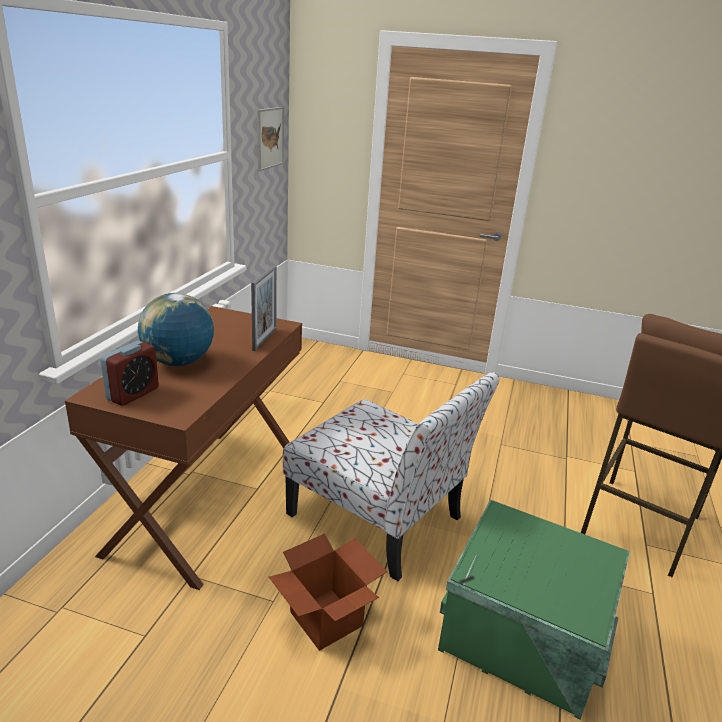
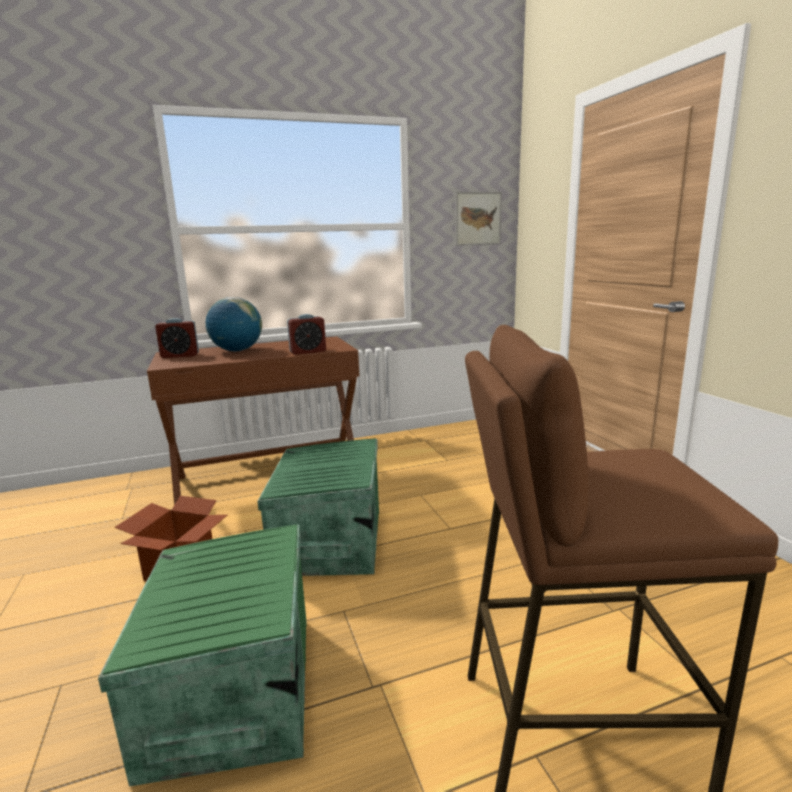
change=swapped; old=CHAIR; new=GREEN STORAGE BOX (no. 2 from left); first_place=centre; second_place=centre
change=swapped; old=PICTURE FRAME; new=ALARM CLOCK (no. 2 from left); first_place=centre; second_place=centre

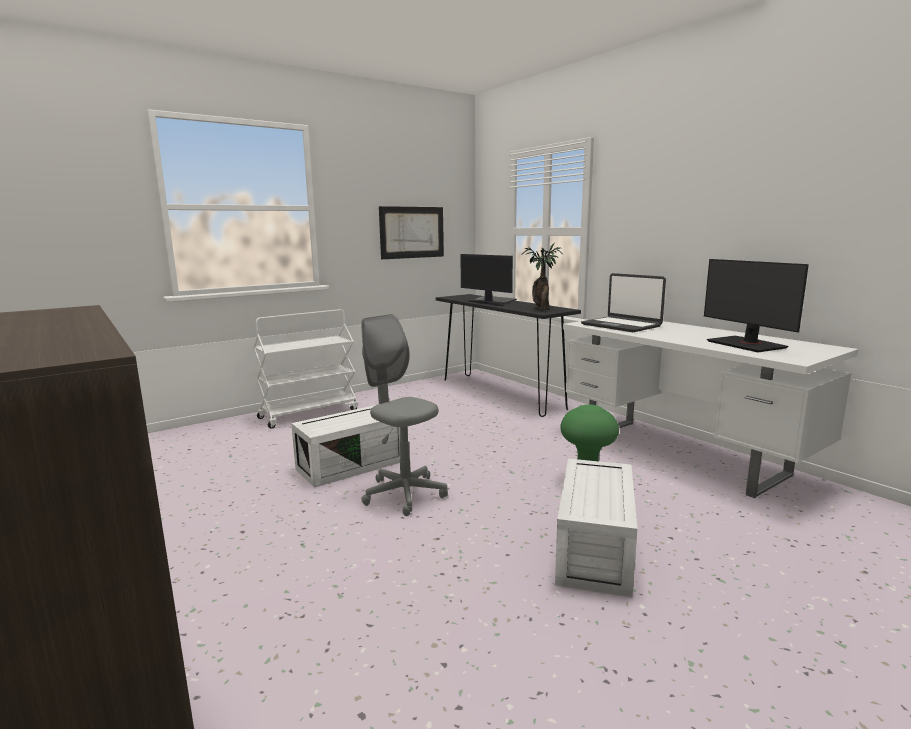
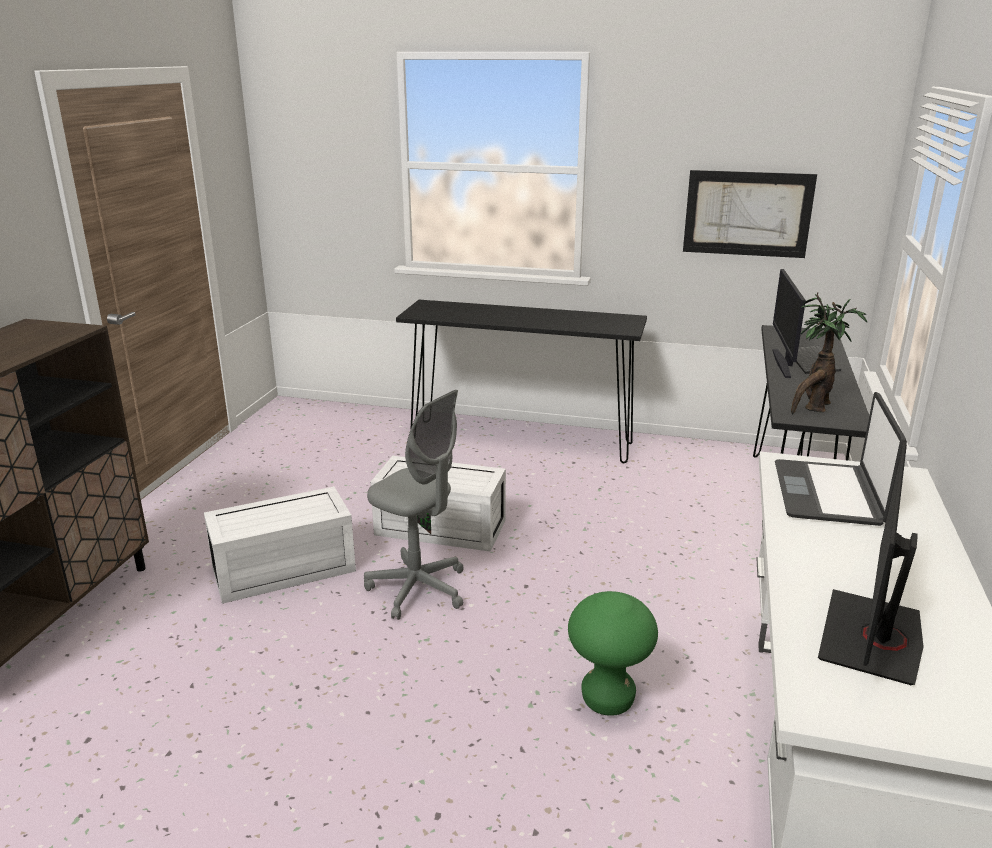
change=shifted; old=WHITE STORAGE BOX (no. 2 from left in the first image); new=WHITE STORAGE BOX (no. 1 from left); first_place=bottom centre; second_place=middle left
change=rotated; old=GREY OFFICE CHAIR; first_place=centre; second_place=centre; degrees=120
change=swapped; old=WHITE CART; new=BLACK CONSOLE TABLE (no. 1 from left); first_place=centre; second_place=centre

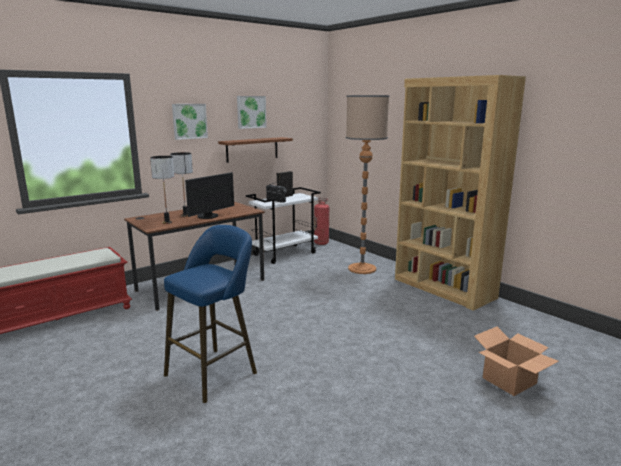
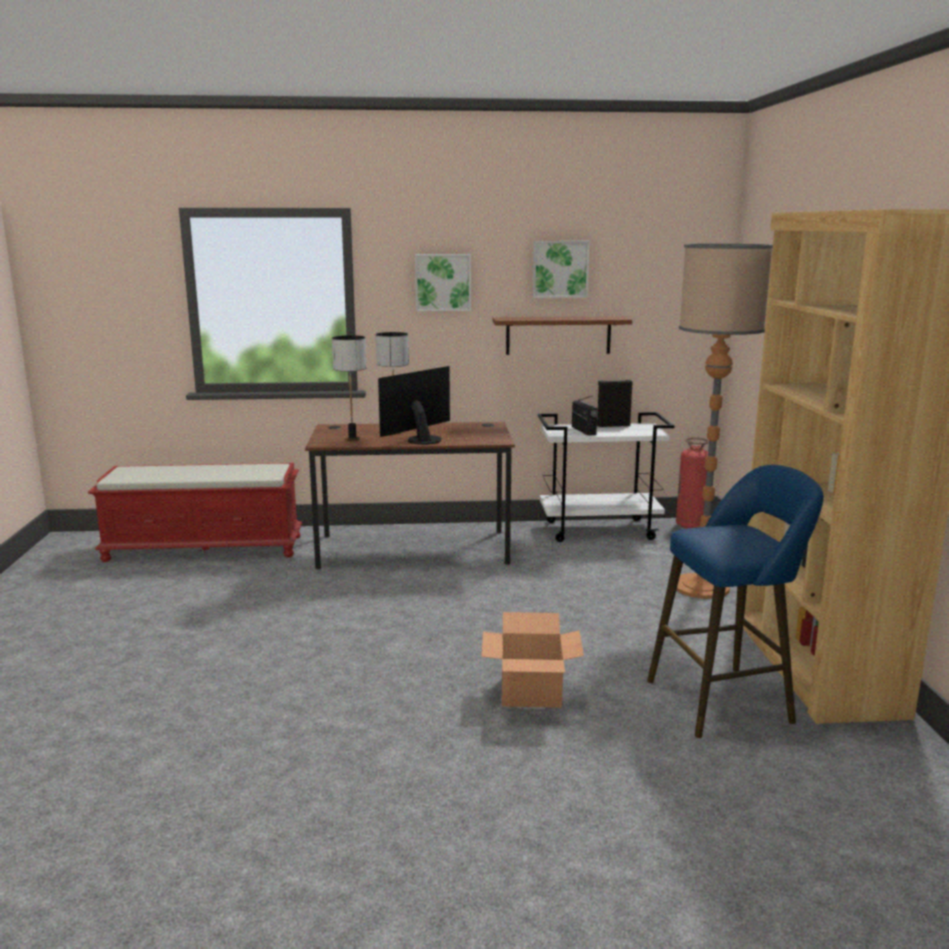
change=rotated; old=MONITOR; first_place=centre; second_place=centre; degrees=150
change=shifted; old=CARDBOARD BOX; first_place=bottom right; second_place=bottom centre
change=shifted; old=BLUE STOOL; first_place=bottom centre; second_place=middle right

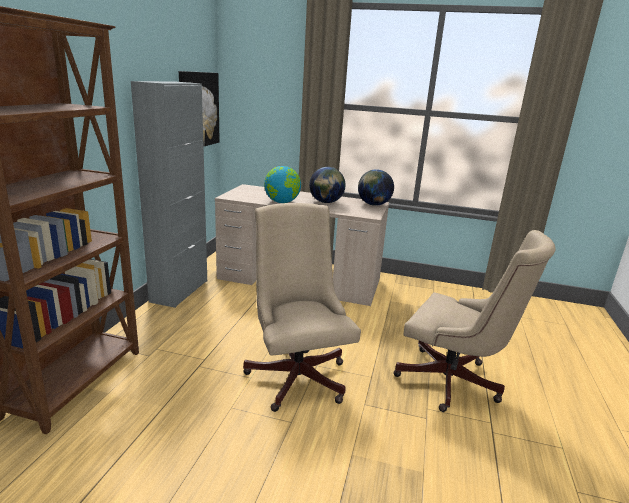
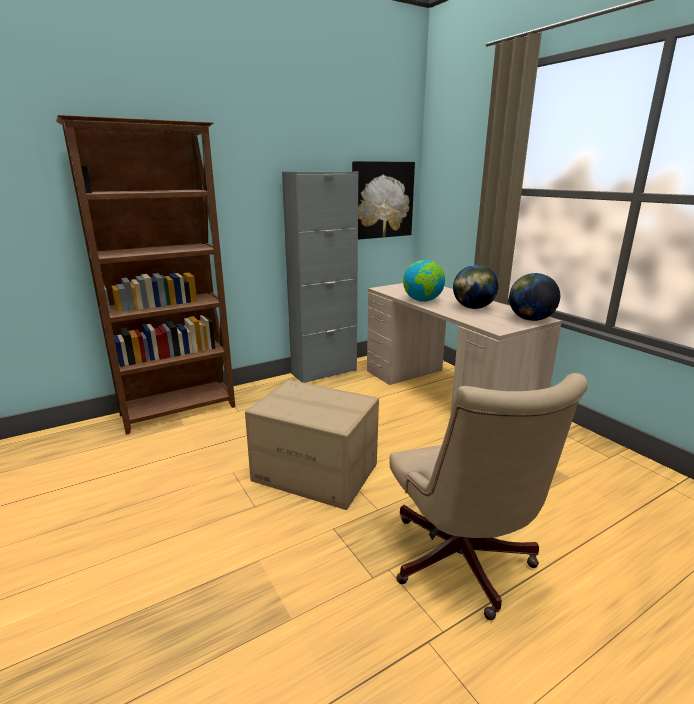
change=swapped; old=BEIGE OFFICE CHAIR (no. 1 from left); new=CARDBOARD BOX; first_place=centre; second_place=centre

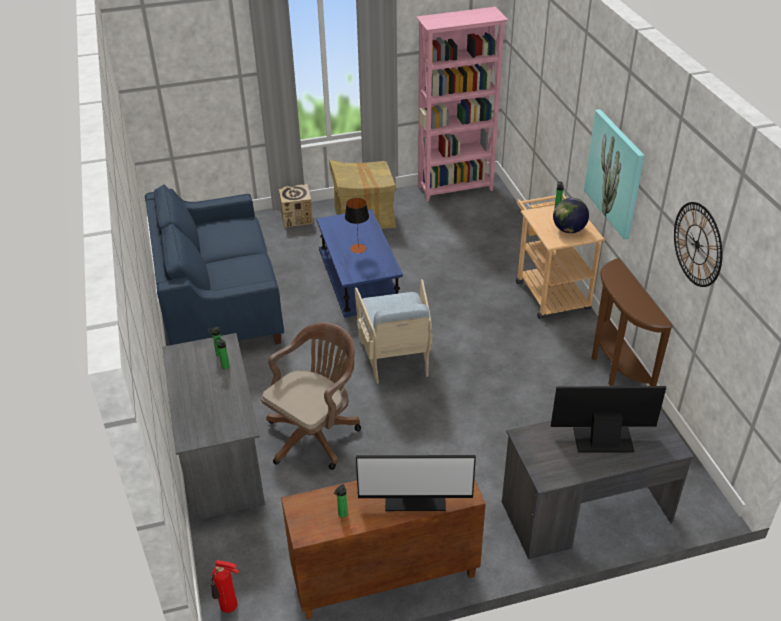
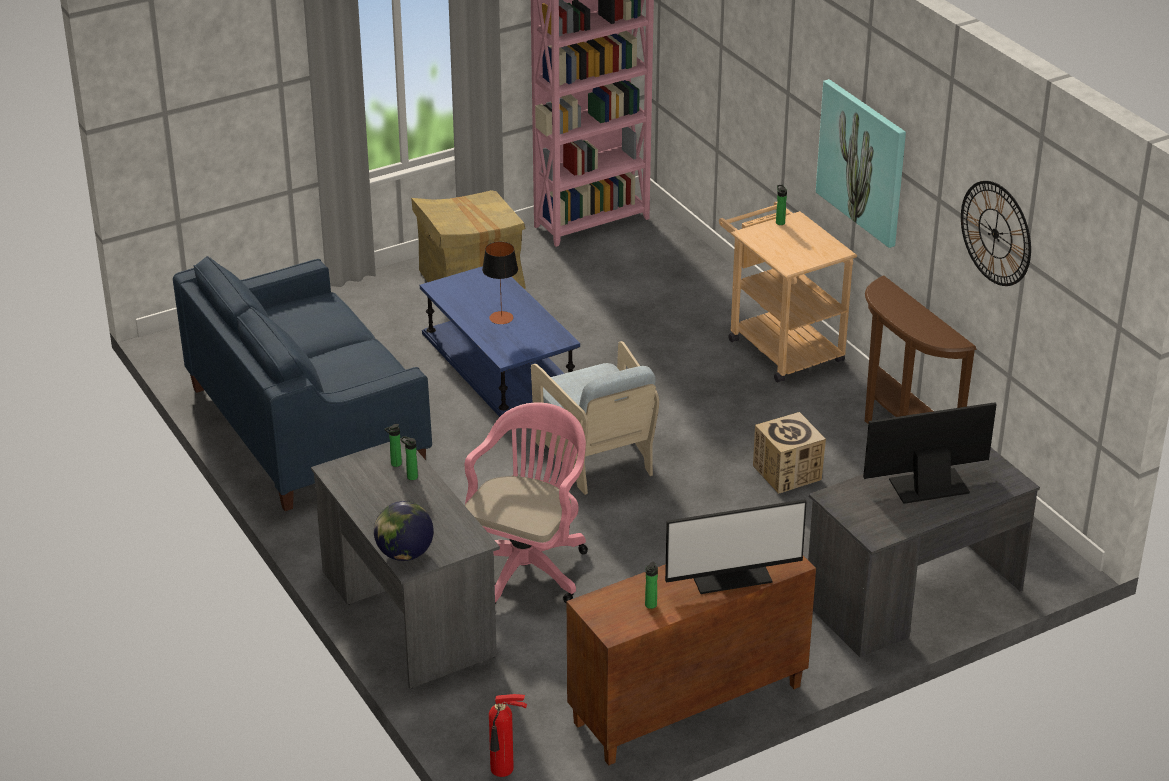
change=shifted; old=GLOBE; first_place=middle right; second_place=bottom centre
change=repainted; old=BROWN OFFICE CHAIR; new=PINK OFFICE CHAIR; first_place=centre; second_place=centre
change=shifted; old=CARDBOARD BOX (no. 1 from left in the first image); new=CARDBOARD BOX (no. 2 from left); first_place=top centre; second_place=middle right

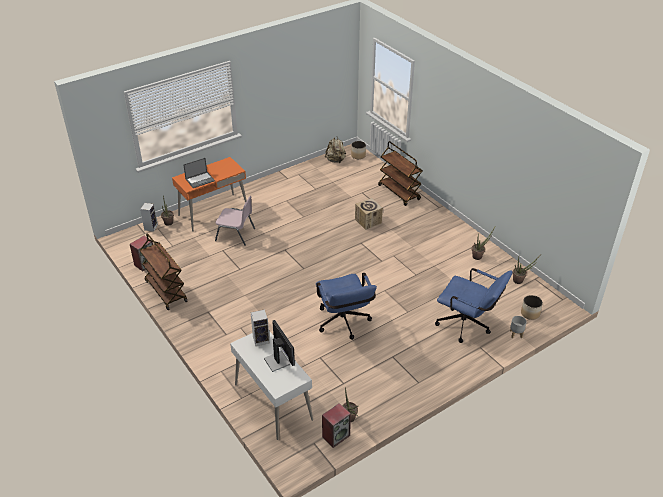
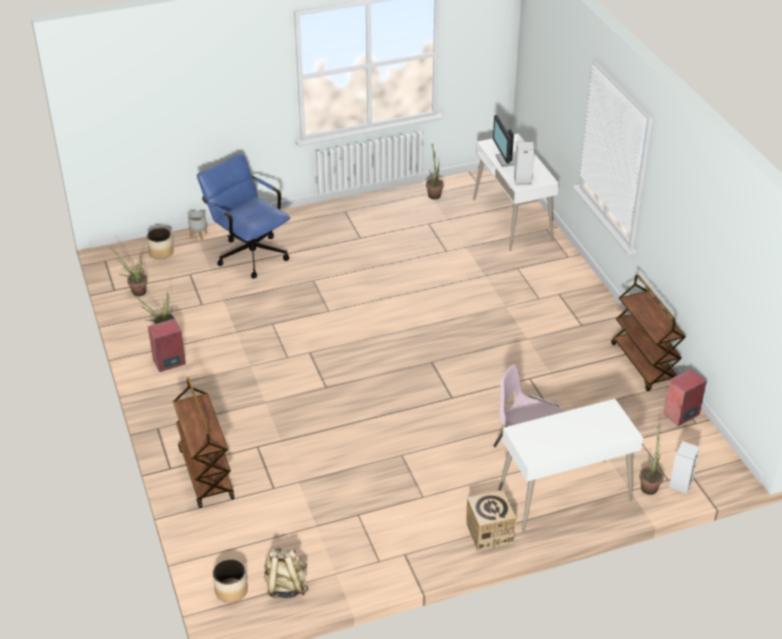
change=shifted; old=SPEAKER (no. 4 from left in the first image); new=SPEAKER (no. 1 from left); first_place=bottom centre; second_place=middle left
change=shifted; old=CARDBOARD BOX; first_place=centre; second_place=bottom centre
change=repainted; old=ORANGE DESK; new=WHITE DESK (no. 2 from left); first_place=middle left; second_place=bottom right
change=gone; old=LAPTOP; first_place=middle left
change=gone; old=BLUE OFFICE CHAIR (no. 1 from left); first_place=centre

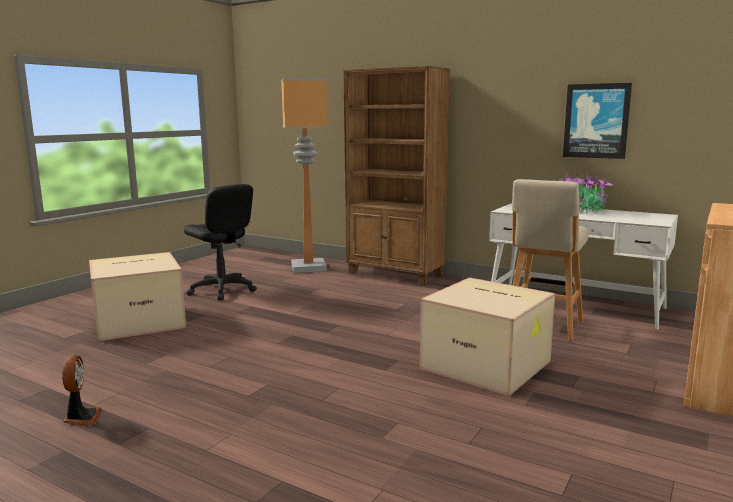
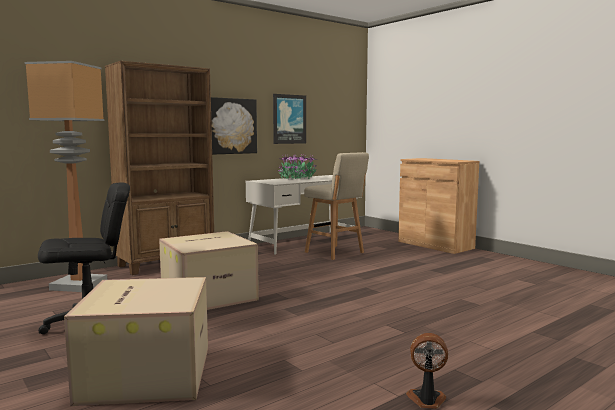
change=shifted; old=CARDBOARD BOX (no. 2 from left); first_place=bottom centre; second_place=centre
change=new; new=PICTURE (no. 1 from left); second_place=top centre

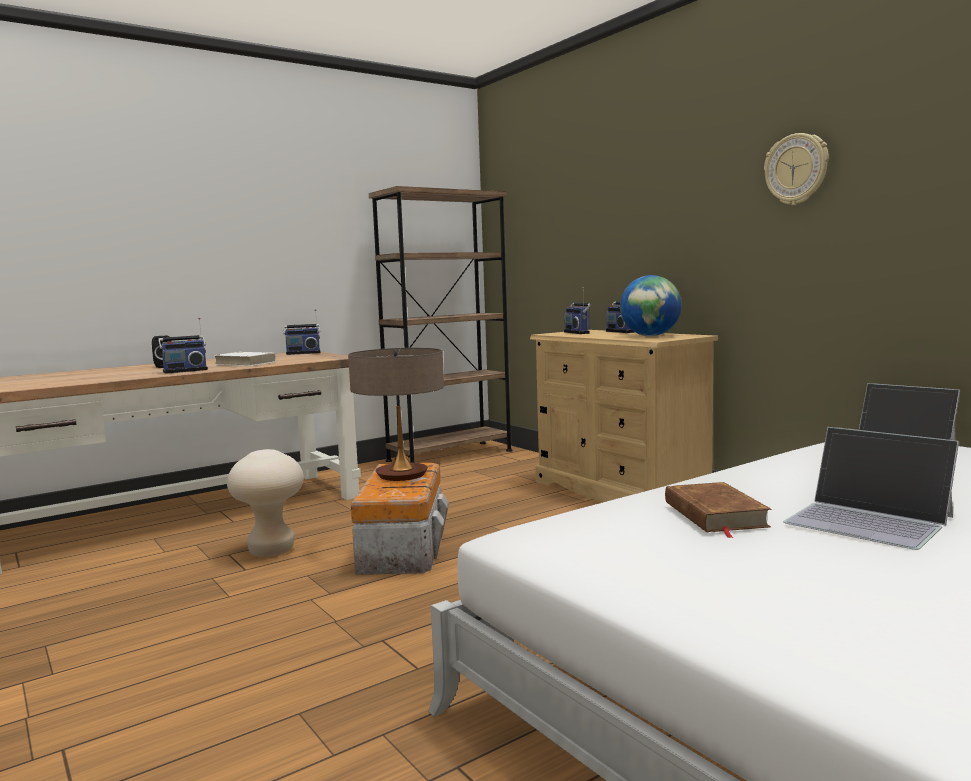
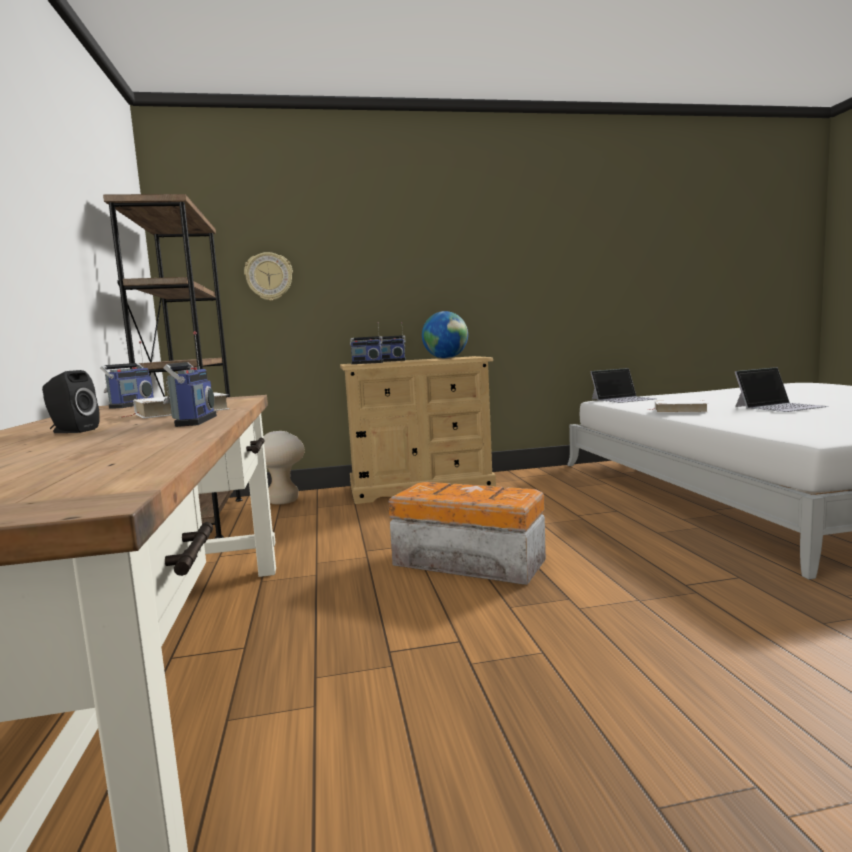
change=shifted; old=WALL CLOCK; first_place=top right; second_place=top left
change=shifted; old=BEIGE STOOL; first_place=middle left; second_place=centre
change=new; new=WHITE BOOK (no. 2 from left); second_place=middle right
change=gone; old=TABLE LAMP; first_place=centre
change=gone; old=BROWN BOOK; first_place=middle right

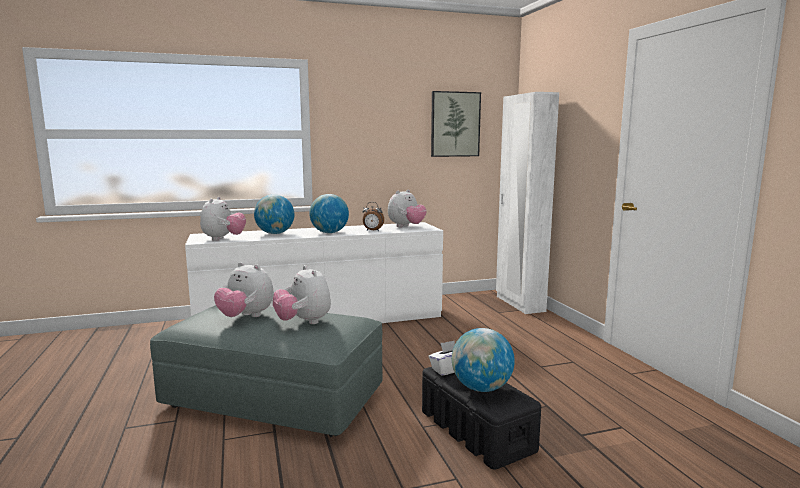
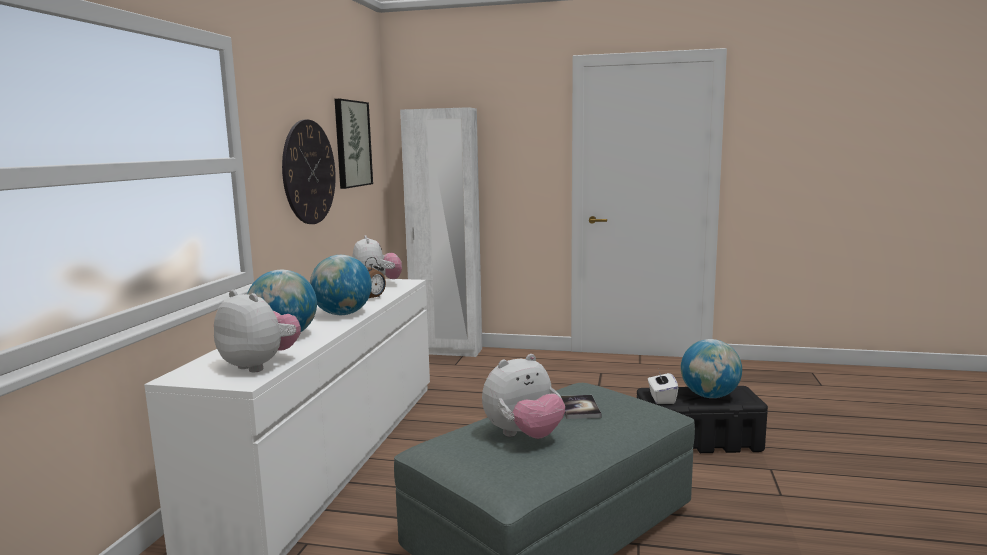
change=new; new=WALL CLOCK; second_place=top left
change=swapped; old=PLUSH TOY (no. 3 from left); new=BOOK; first_place=centre; second_place=bottom centre

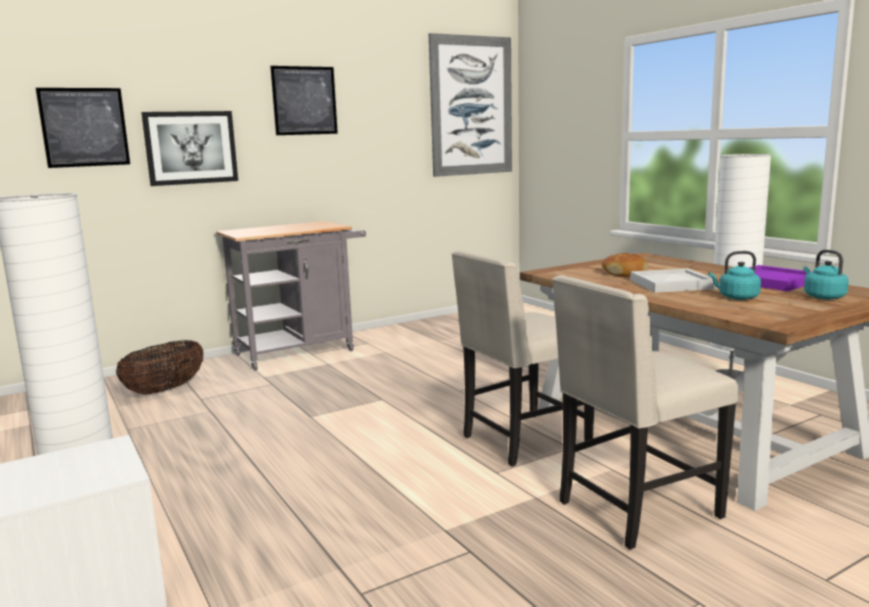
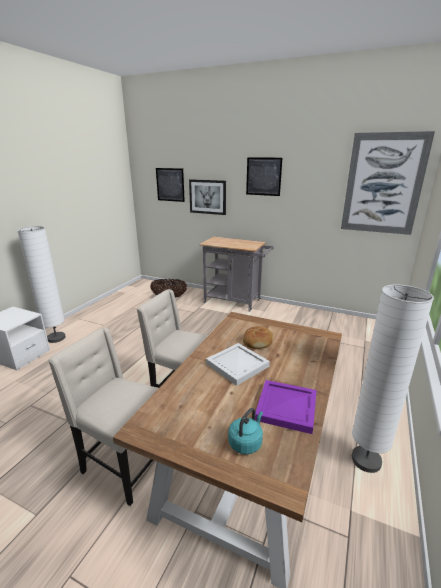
change=gone; old=TURQUOISE KETTLE (no. 1 from left); first_place=middle right

